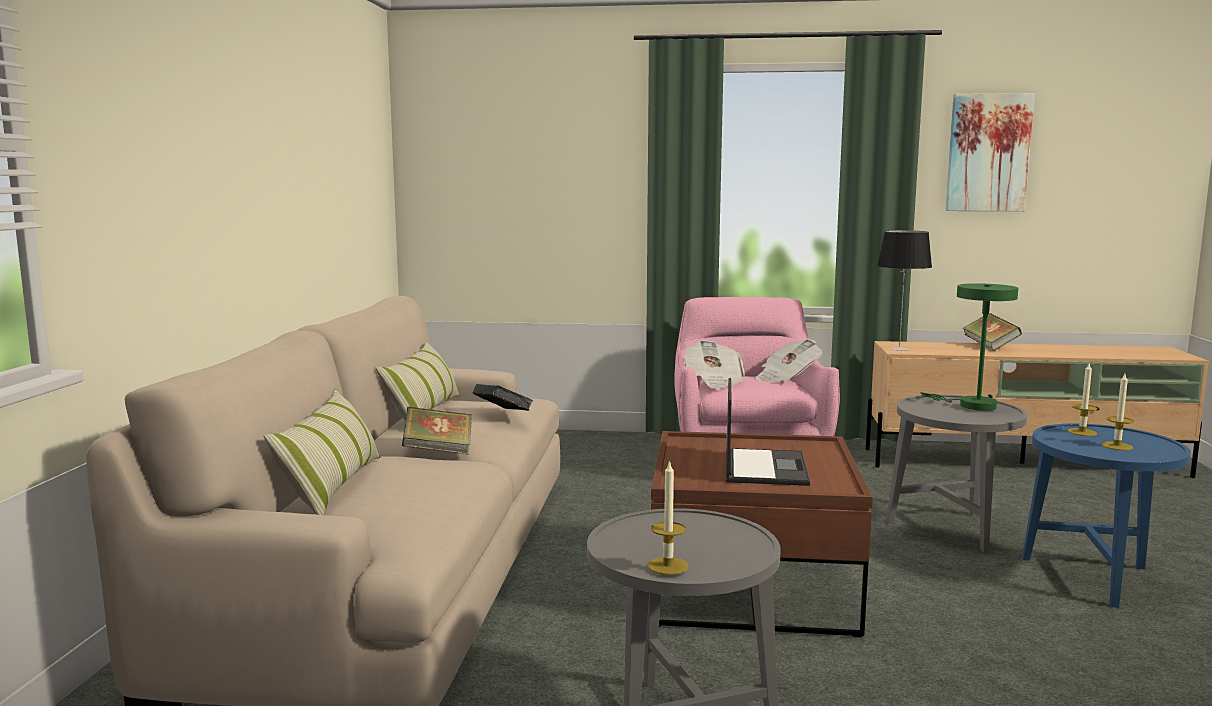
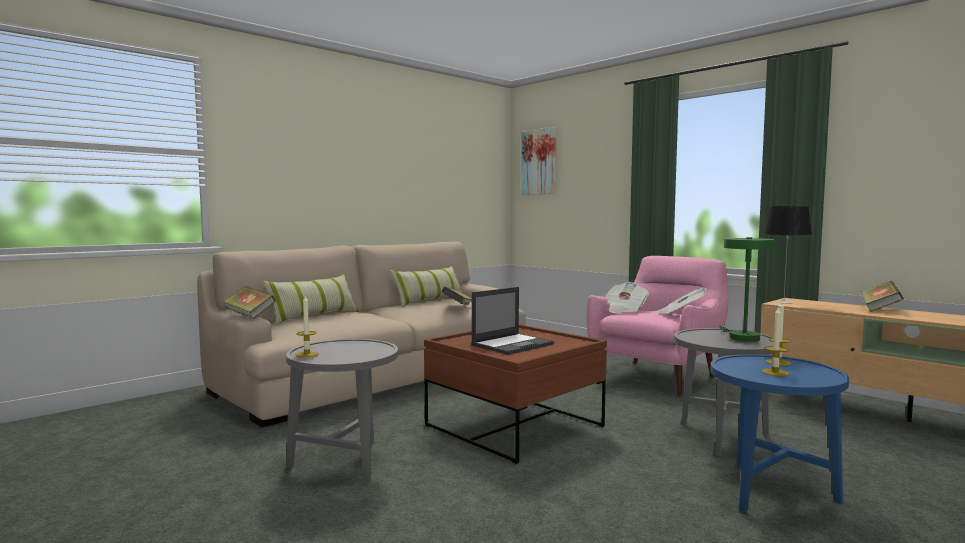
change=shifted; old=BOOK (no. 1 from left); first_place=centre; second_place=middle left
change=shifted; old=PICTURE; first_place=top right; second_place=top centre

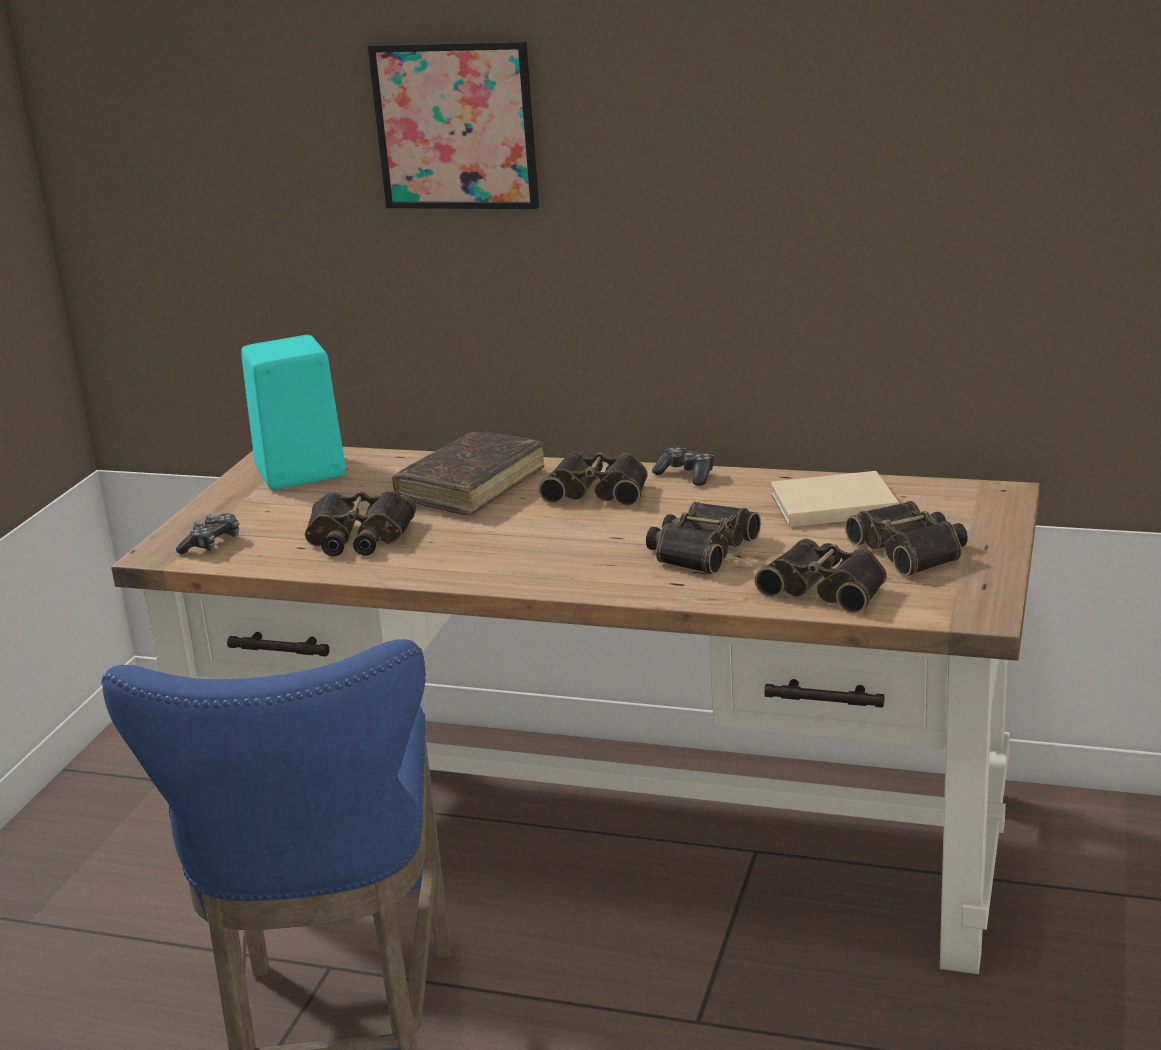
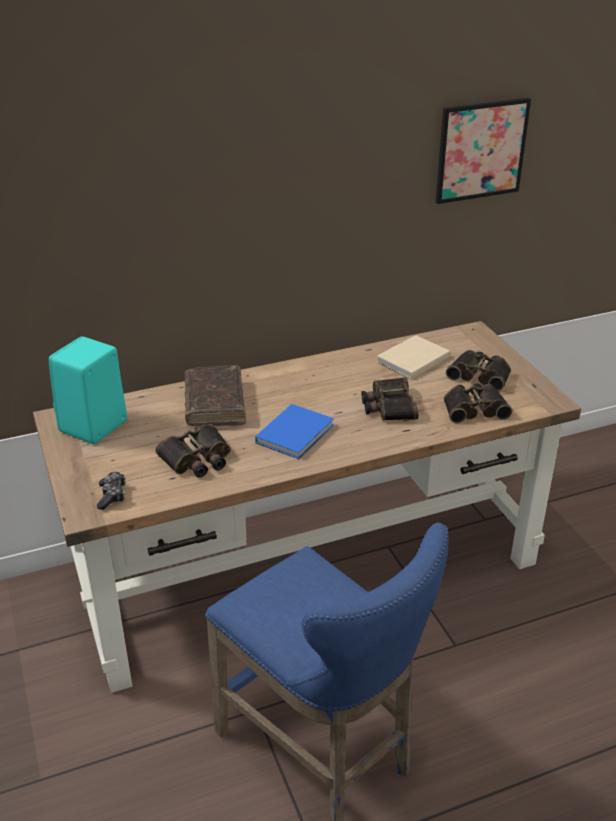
change=new; new=BLUE BOOK; second_place=centre
change=shifted; old=PICTURE; first_place=top centre; second_place=top right
change=gone; old=BINOCULARS (no. 2 from left); first_place=centre
change=gone; old=GAME CONTROLLER (no. 2 from left); first_place=centre

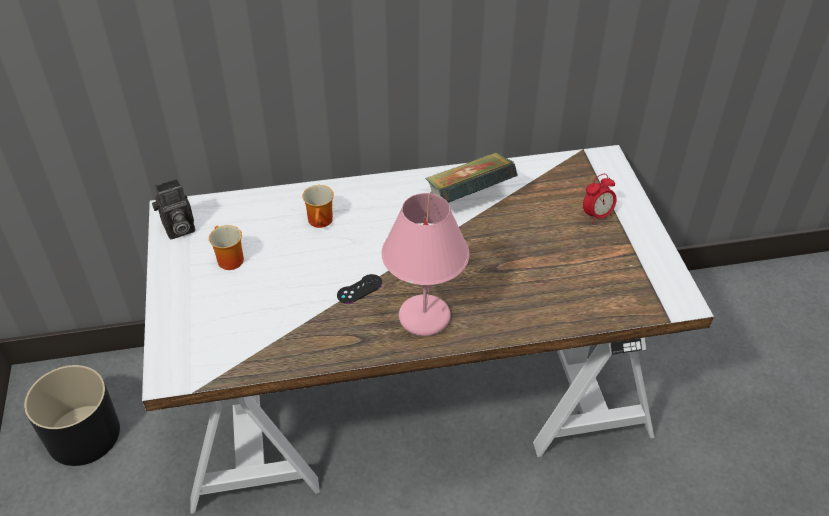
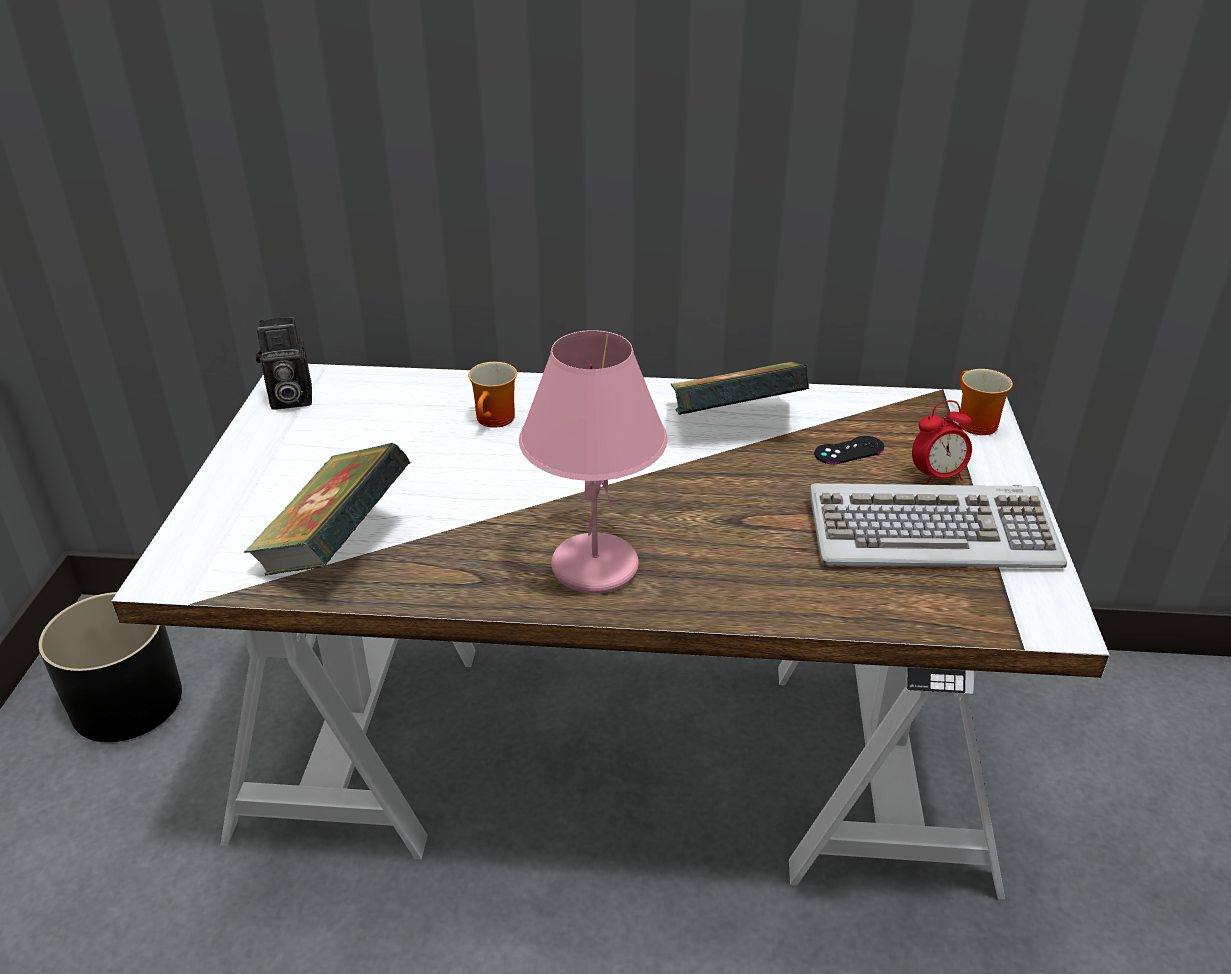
change=new; new=BOOK (no. 1 from left); second_place=middle left
change=new; new=KEYBOARD; second_place=middle right
change=shifted; old=BLACK GAME CONTROLLER; first_place=centre; second_place=middle right
change=shifted; old=MUG (no. 1 from left in the first image); new=MUG (no. 2 from left); first_place=middle left; second_place=middle right

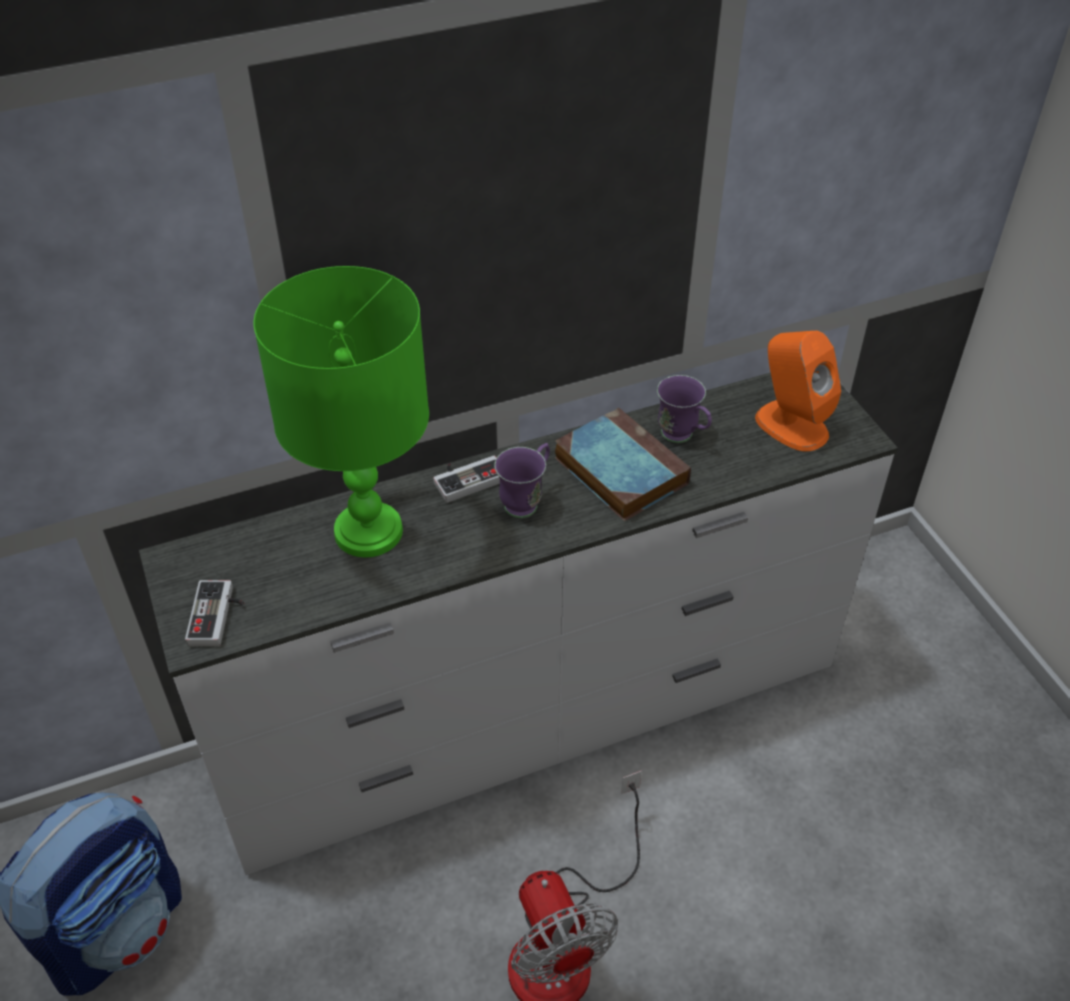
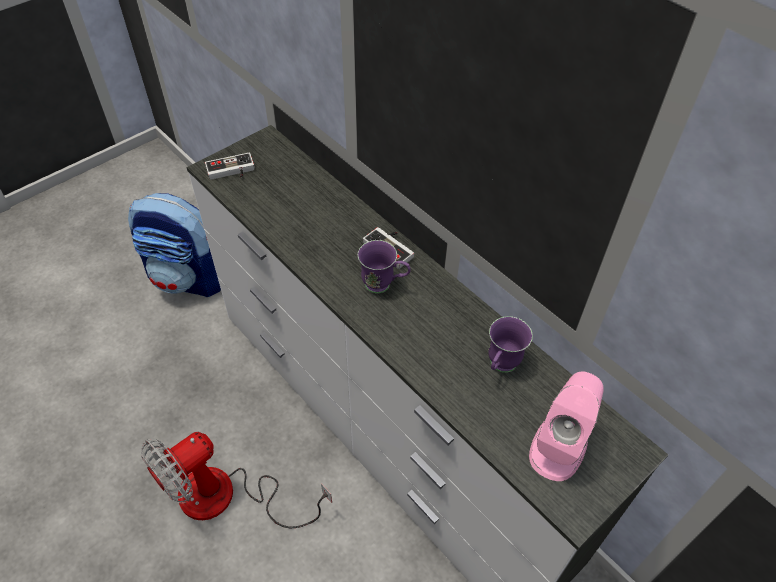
change=repainted; old=ORANGE SPEAKER; new=PINK SPEAKER; first_place=middle right; second_place=bottom right
change=gone; old=GREEN TABLE LAMP; first_place=middle left
change=gone; old=BOOK; first_place=centre

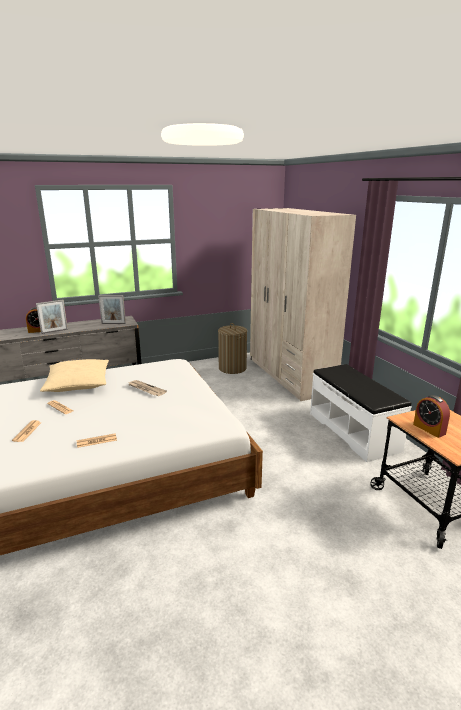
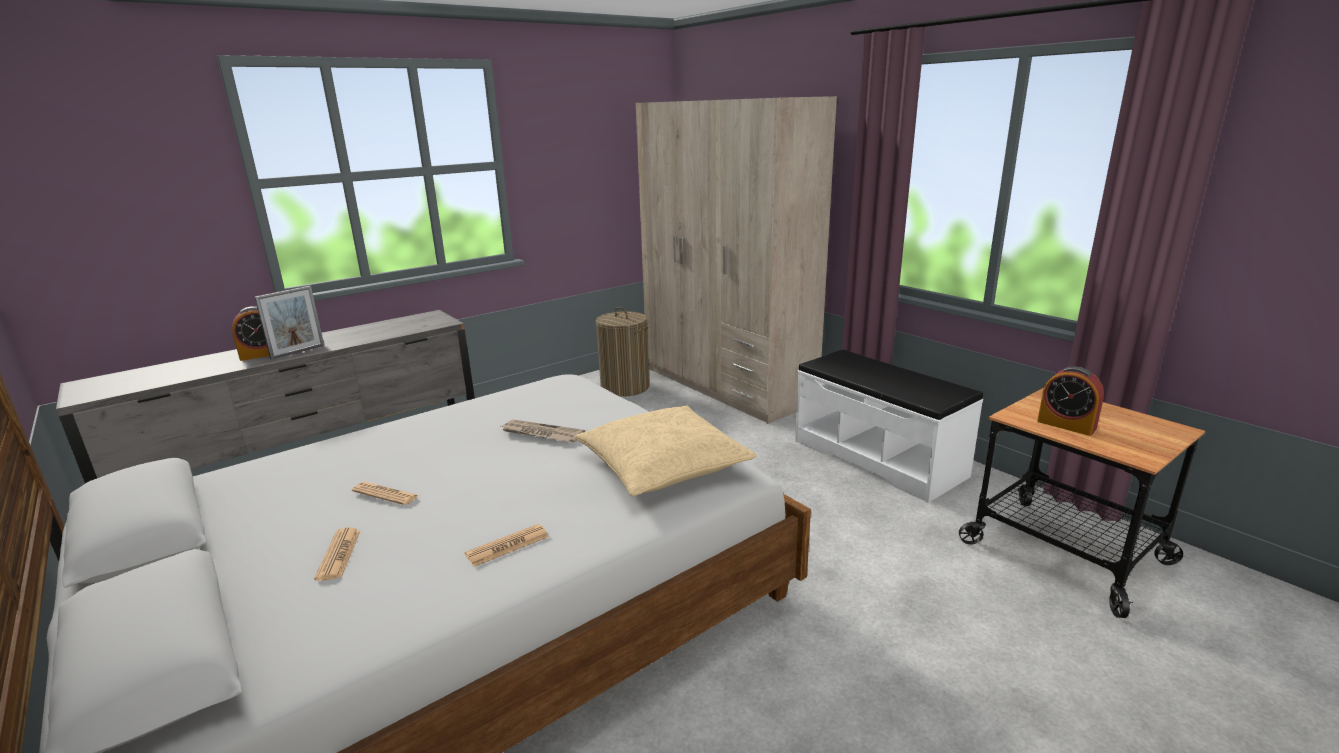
change=shifted; old=BEIGE PILLOW; first_place=middle left; second_place=centre
change=gone; old=PICTURE FRAME (no. 2 from left); first_place=middle left

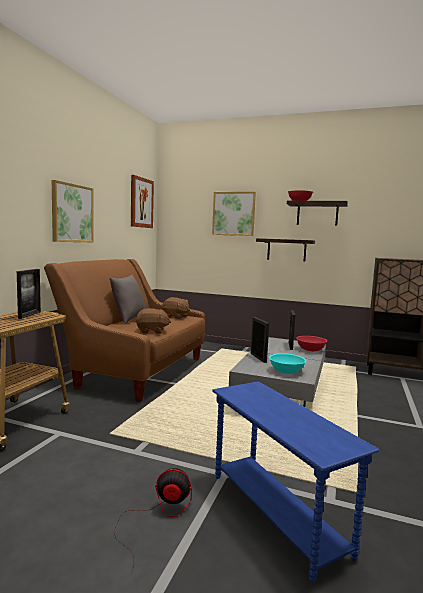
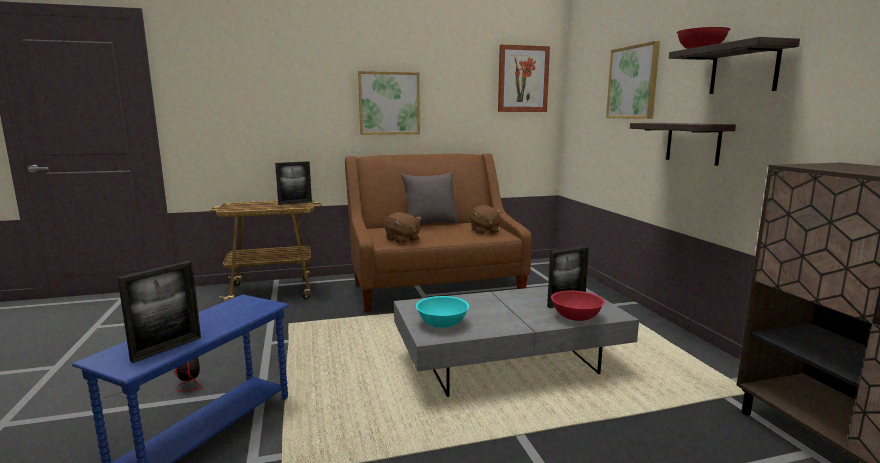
change=shifted; old=PICTURE FRAME (no. 2 from left in the first image); new=PICTURE FRAME (no. 1 from left); first_place=centre; second_place=bottom left

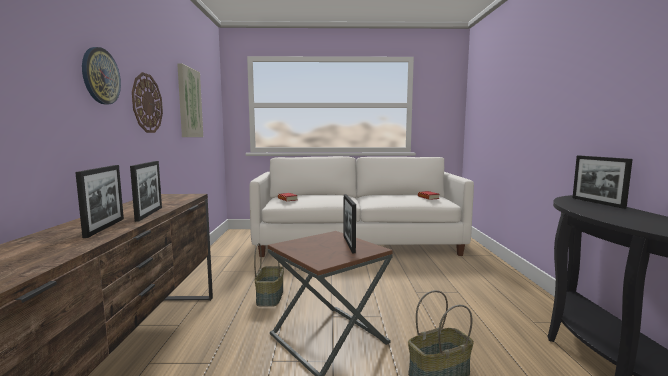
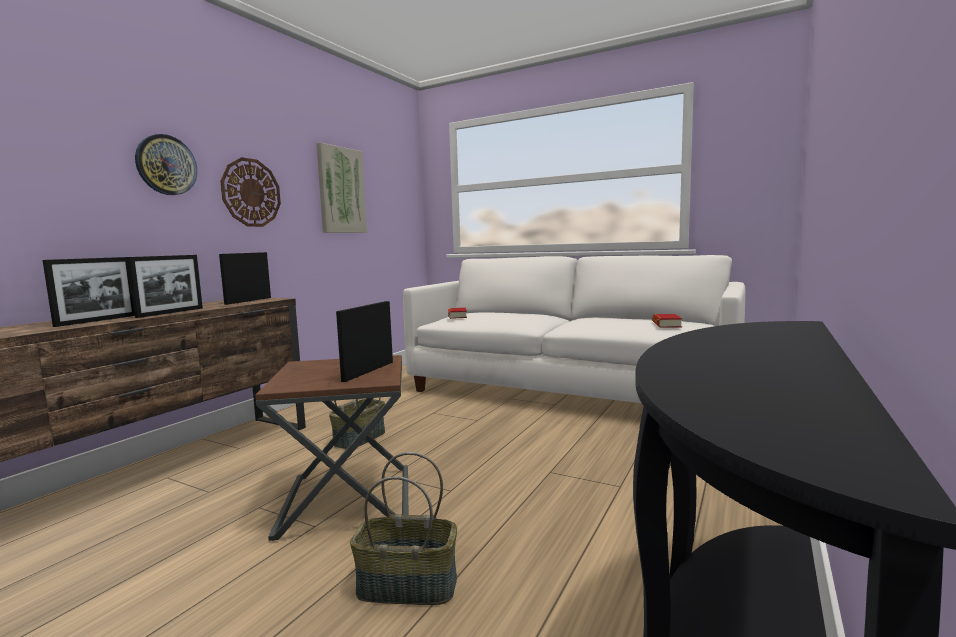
change=shifted; old=PICTURE FRAME (no. 4 from left in the first image); new=PICTURE FRAME (no. 3 from left); first_place=middle right; second_place=middle left

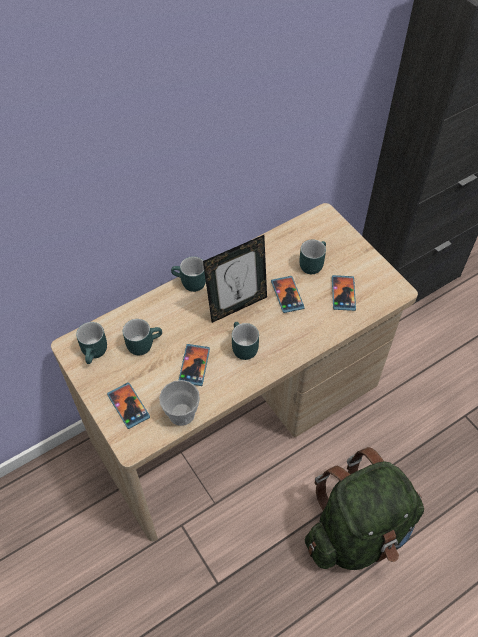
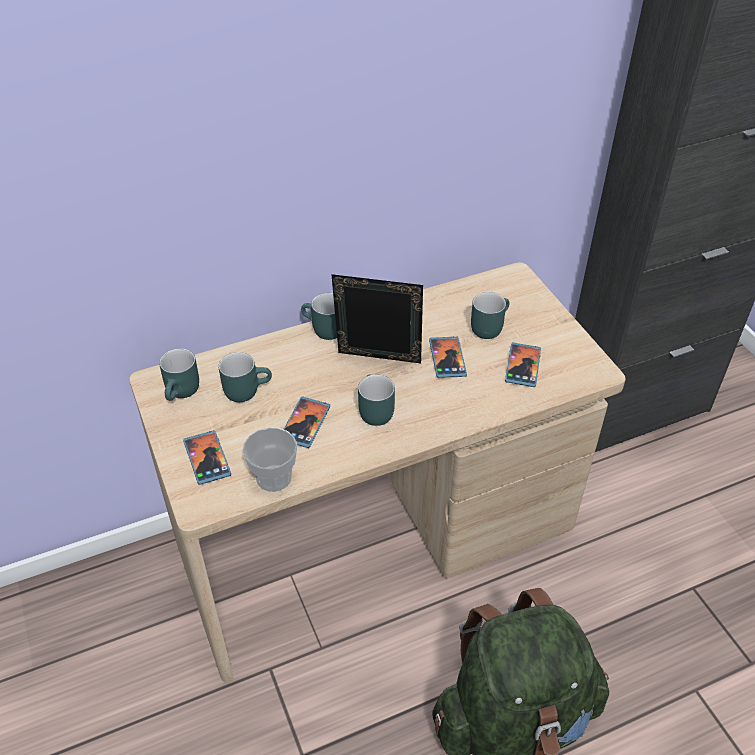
change=rotated; old=PICTURE FRAME; first_place=centre; second_place=centre; degrees=-150

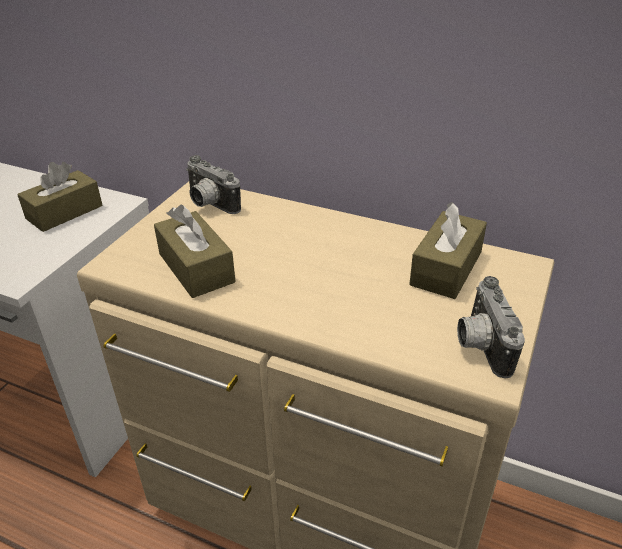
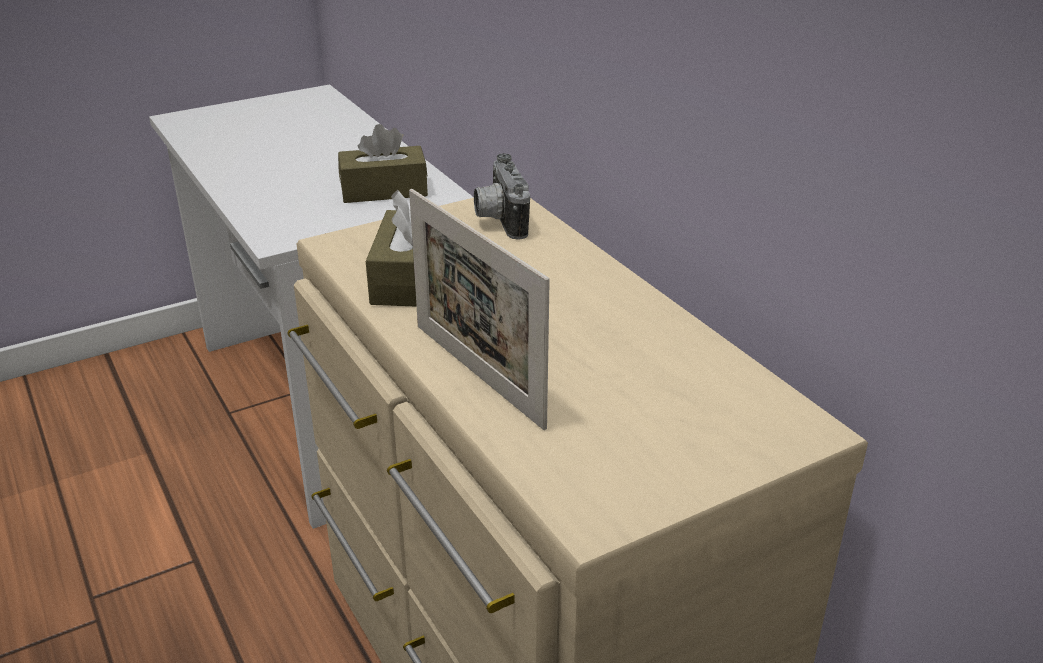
change=new; new=PICTURE FRAME; second_place=centre
change=gone; old=BROWN TISSUE BOX (no. 3 from left); first_place=middle right
change=gone; old=PHOTO CAMERA (no. 2 from left); first_place=middle right

